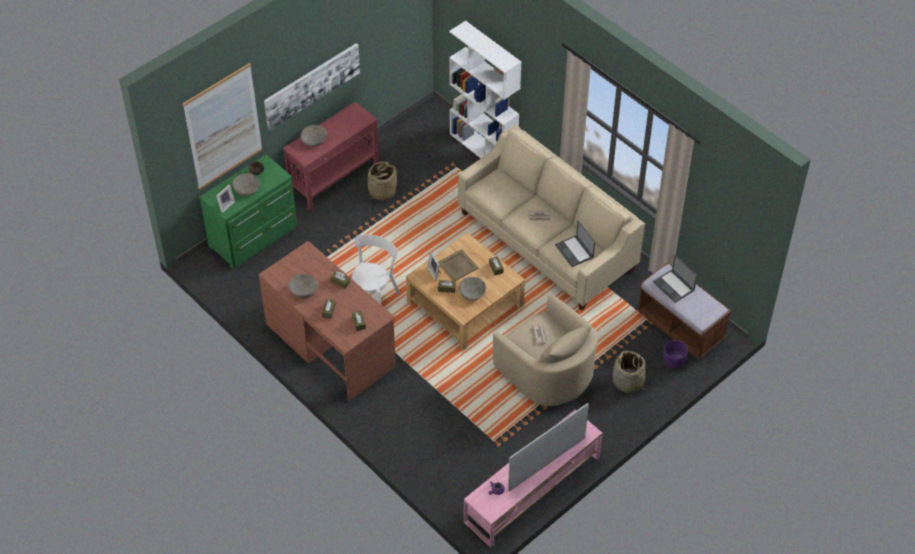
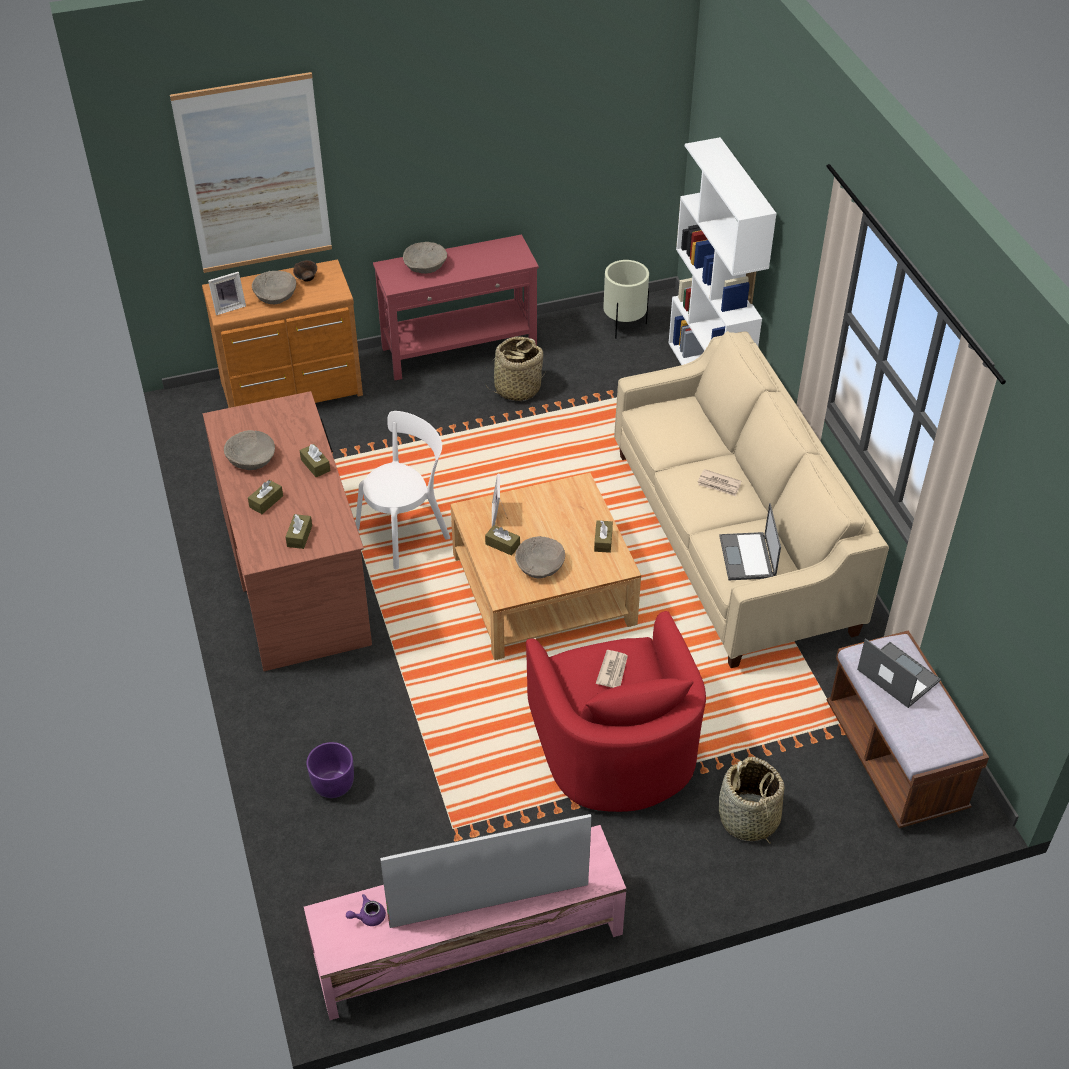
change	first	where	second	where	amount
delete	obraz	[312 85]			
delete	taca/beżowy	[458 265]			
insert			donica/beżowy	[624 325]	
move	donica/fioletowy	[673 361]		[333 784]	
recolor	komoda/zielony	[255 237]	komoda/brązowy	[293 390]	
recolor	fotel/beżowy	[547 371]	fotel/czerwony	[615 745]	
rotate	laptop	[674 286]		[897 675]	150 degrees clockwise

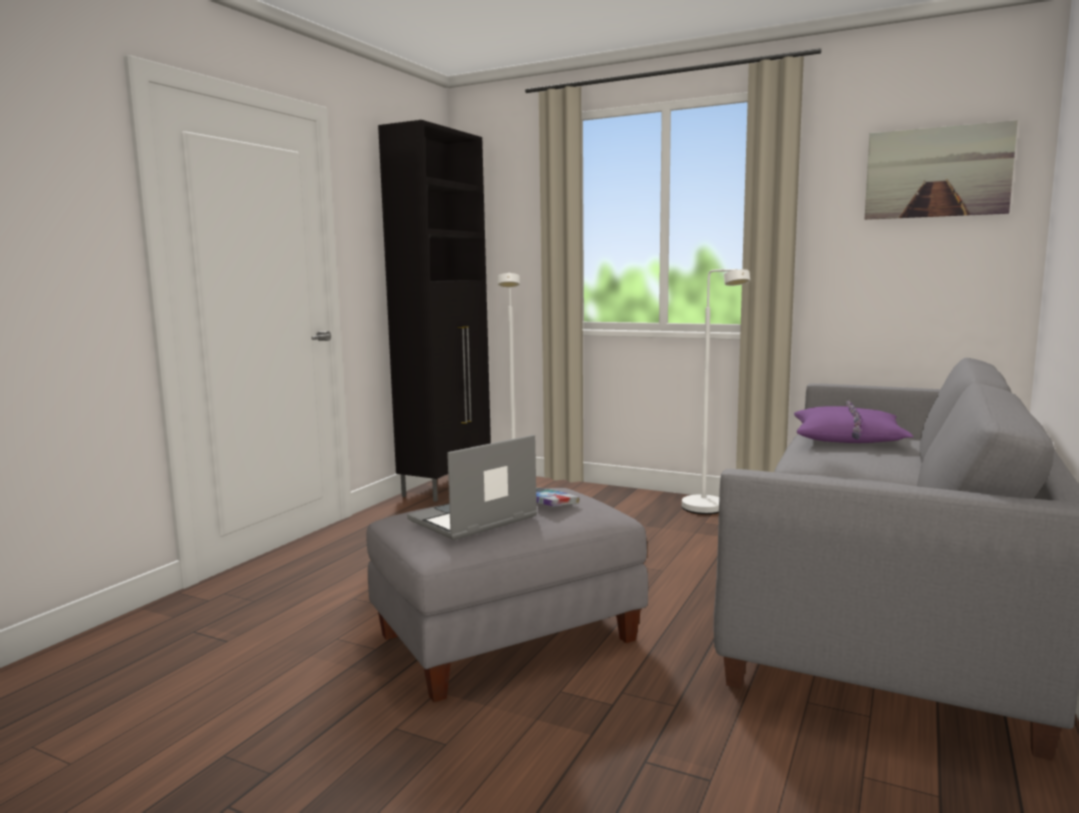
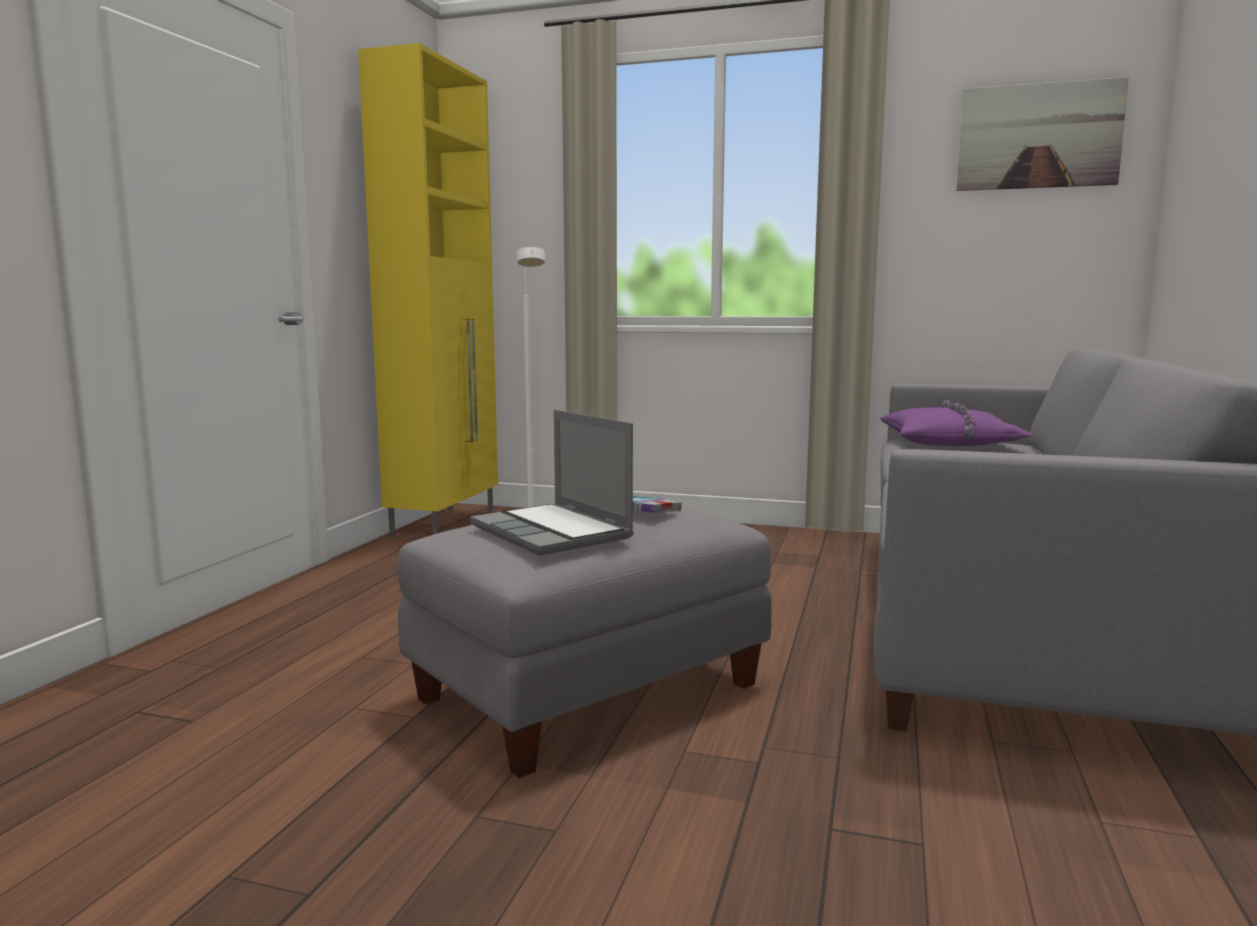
change	first	where	second	where	amount
delete	lampa stojąca/biały	[710 511]			
recolor	szafka/czarny	[447 485]	szafka/żółty	[446 523]	
rotate	laptop	[472 520]		[553 532]	75 degrees counterclockwise

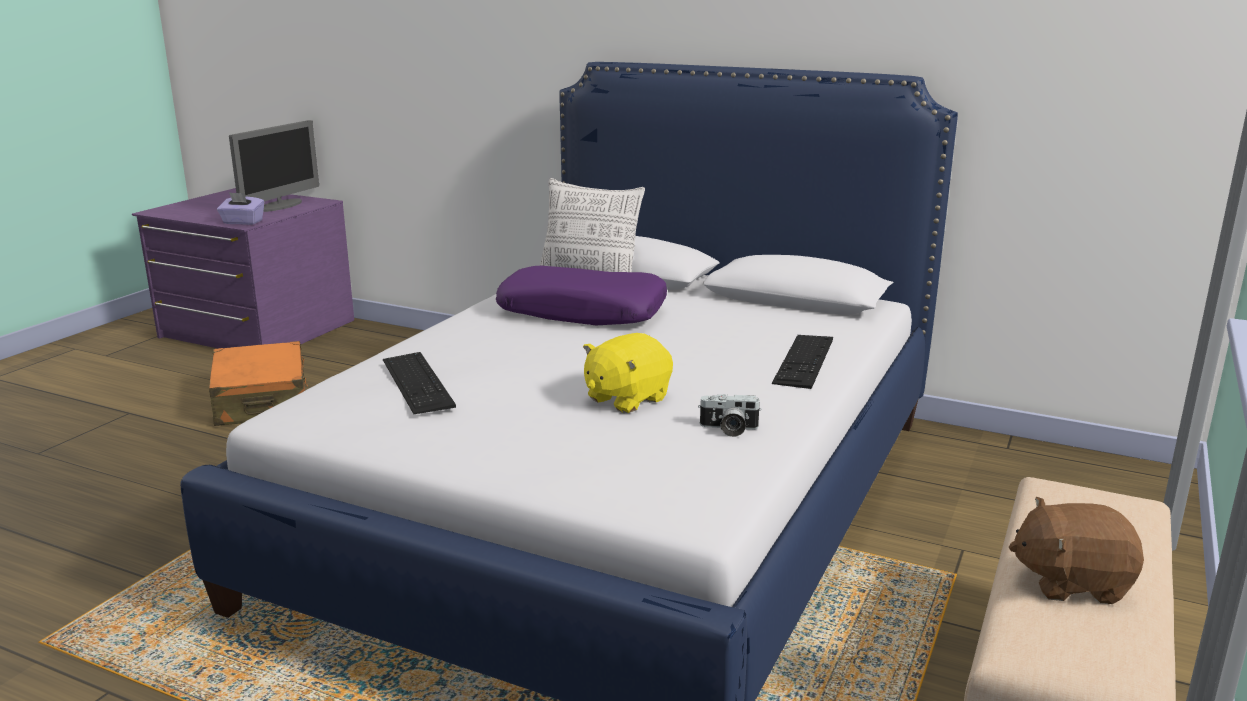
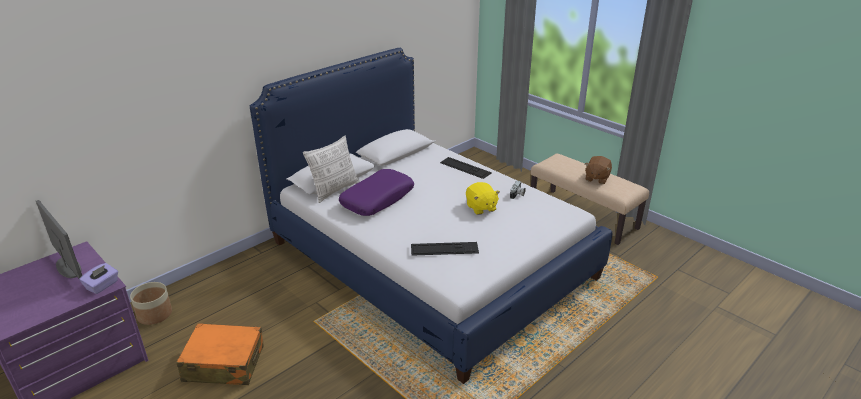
change	first	where	second	where	amount
insert			donica	[154 314]	

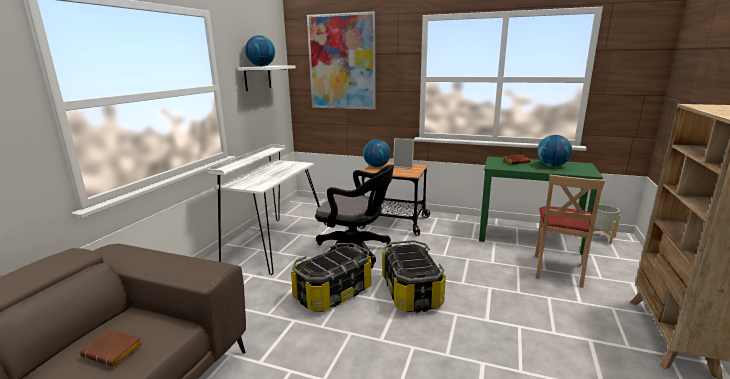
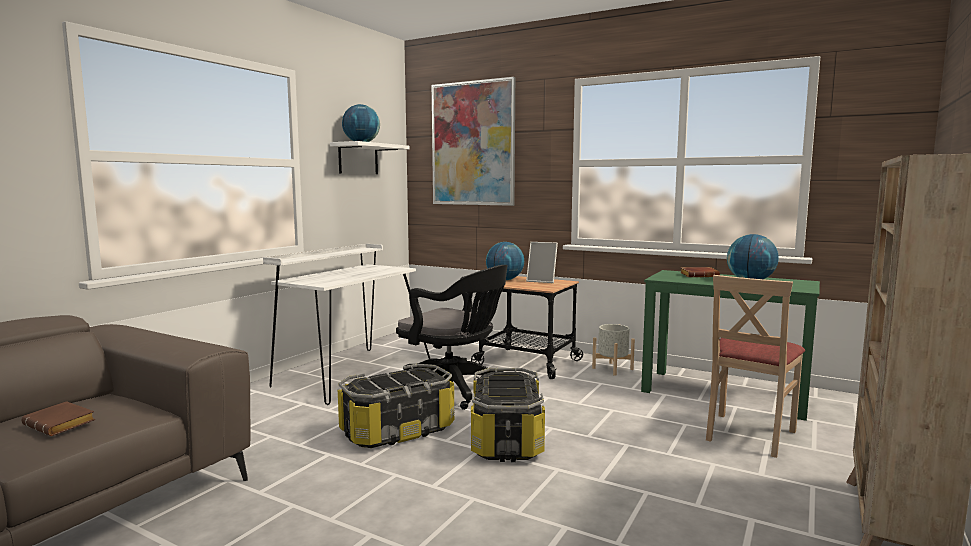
change	first	where	second	where	amount
move	donica/szary	[601 237]		[613 369]	

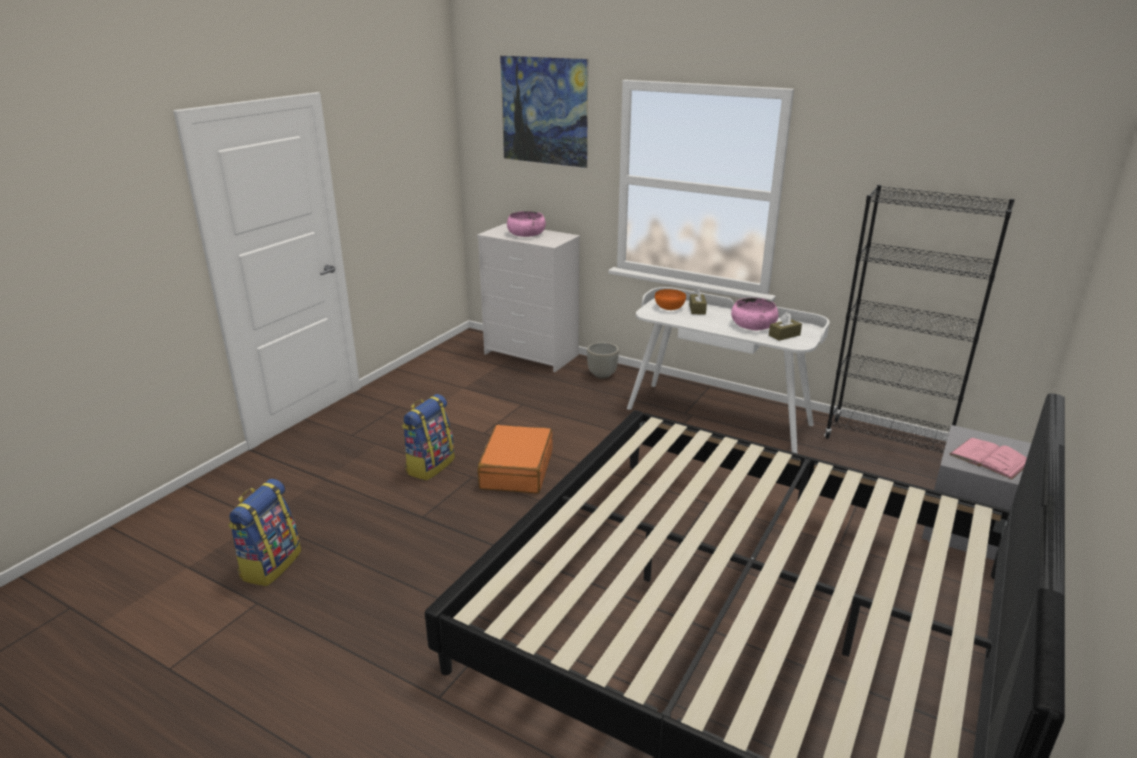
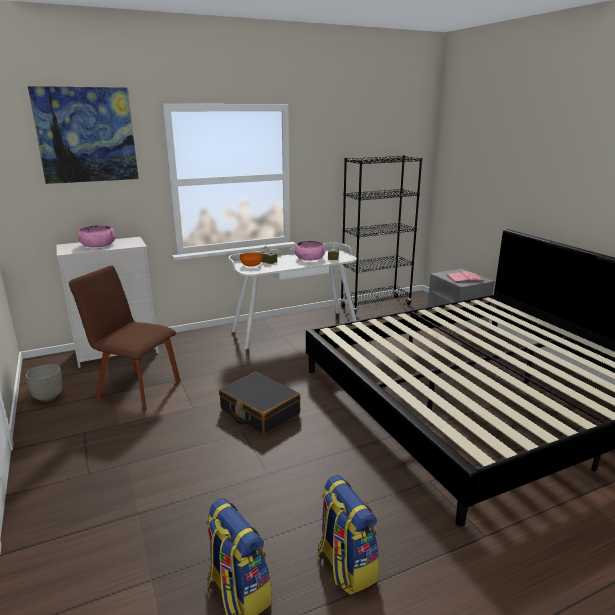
change	first	where	second	where	amount
insert			krzesło/brązowy	[135 389]	
move	plecak	[430 465]		[345 566]	
move	donica/szary	[602 375]		[48 397]	
recolor	walizka/pomarańczowy	[516 470]	walizka/czarny	[259 412]	

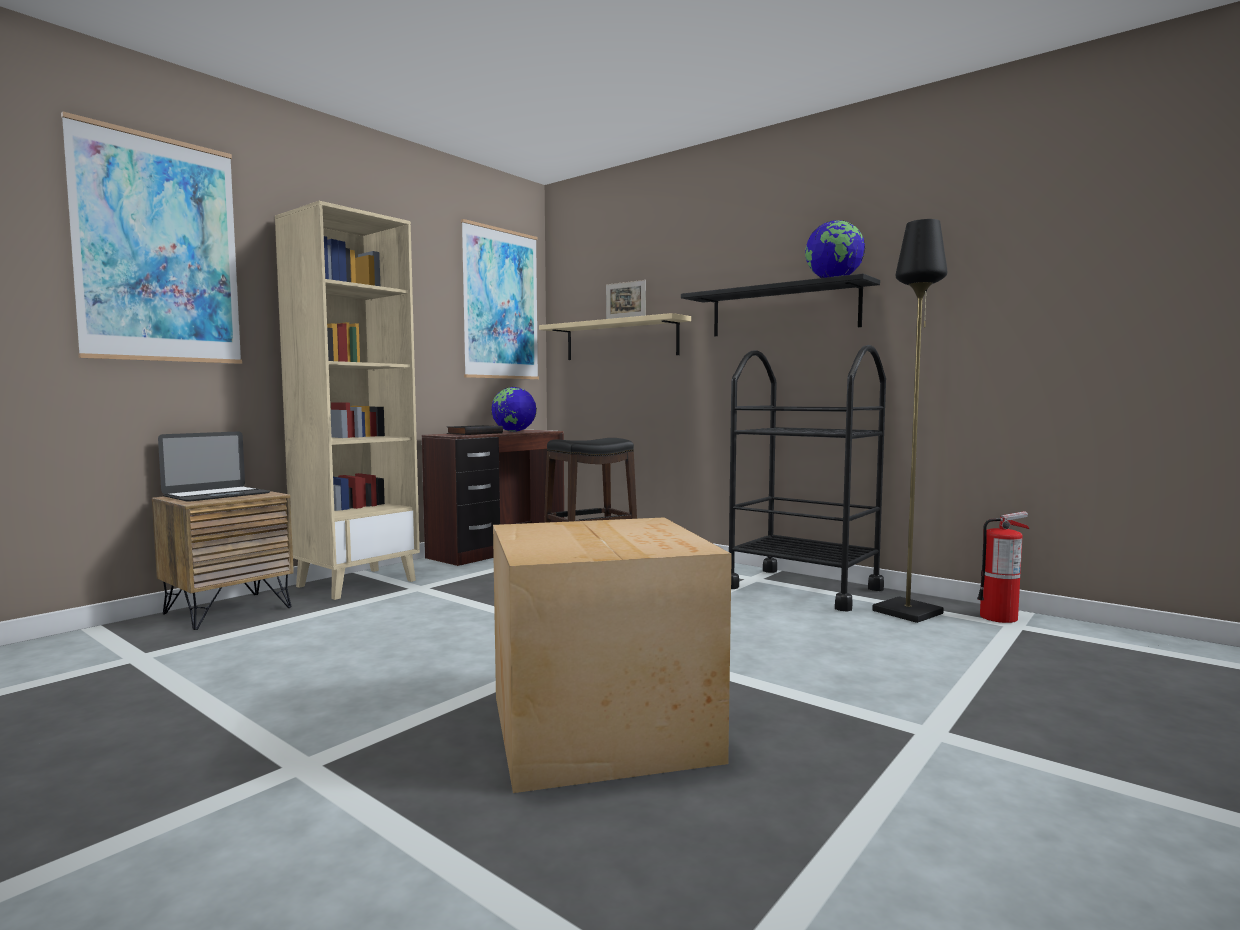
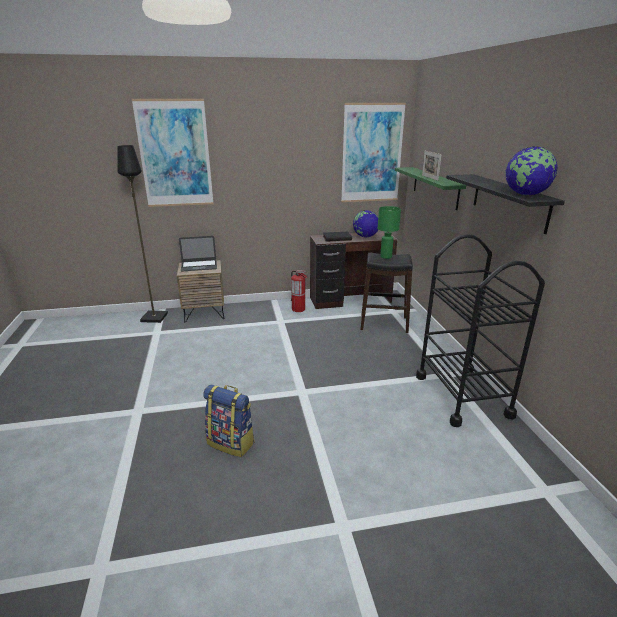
change	first	where	second	where	amount
delete	regał/beżowy	[357 583]			
insert			lampa stołowa/zielony	[385 257]	
move	lampa stojąca/czarny	[909 612]		[154 317]	
move	gaśnica	[999 617]		[298 309]	
replace	karton	[603 726]	plecak	[231 442]	
recolor	półka/beżowy	[620 340]	półka/zielony	[435 187]	

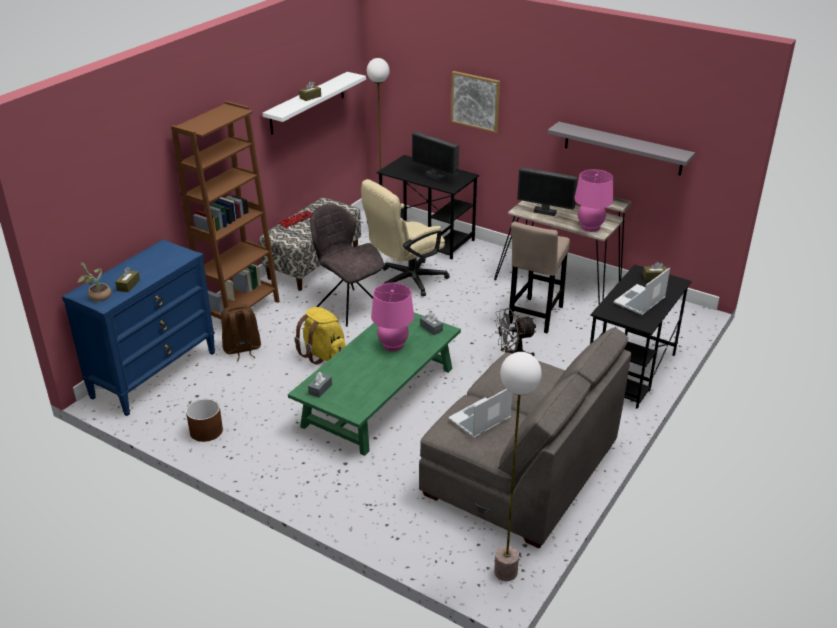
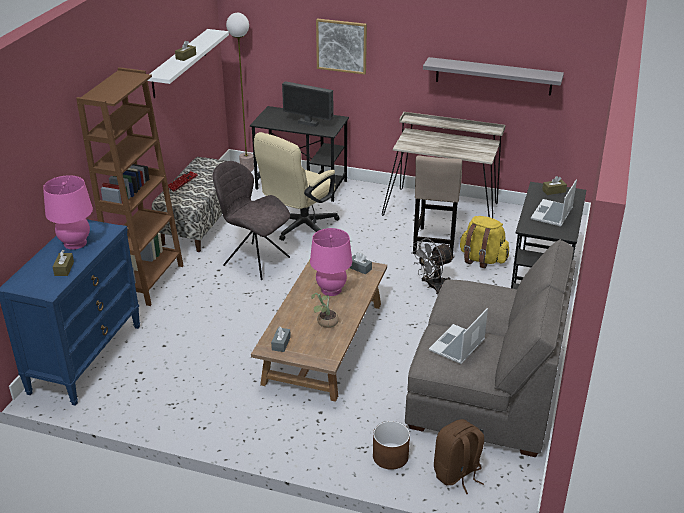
change	first	where	second	where	amount
delete	lampa stojąca	[506 572]			
delete	monitor	[545 212]			
move	roślina doniczkowa	[97 297]		[325 323]	
move	donica/brązowy	[206 431]		[390 456]	
move	plecak/brązowy	[242 349]		[457 474]	
move	plecak/żółty	[323 354]		[482 259]	
move	lampa stołowa/różowy	[590 227]		[75 243]	
recolor	ława/zielony	[380 397]	ława/brązowy	[325 343]	

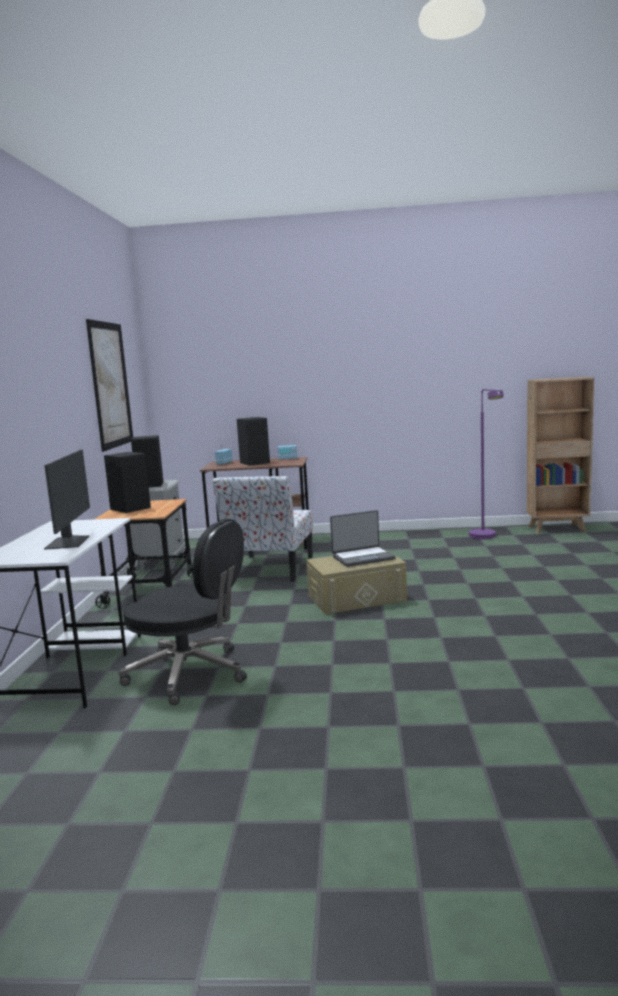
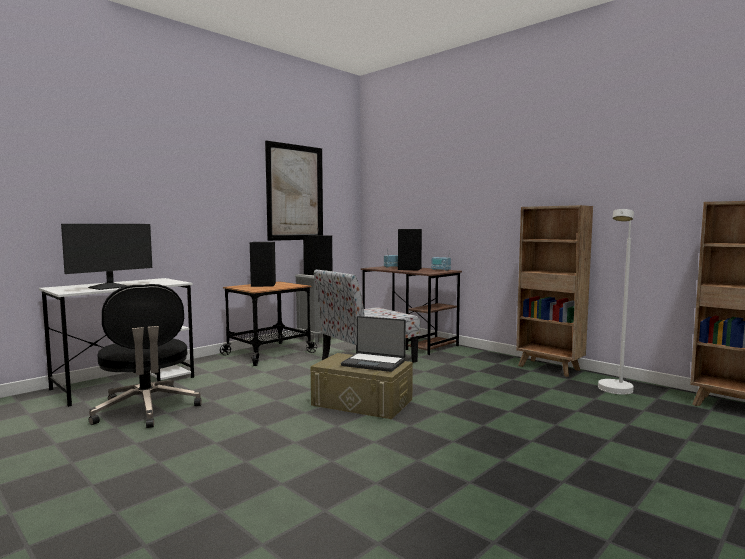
change	first	where	second	where	amount
insert			regał/brązowy	[550 368]	
recolor	lampa stojąca/fioletowy	[485 537]	lampa stojąca/biały	[615 392]	

